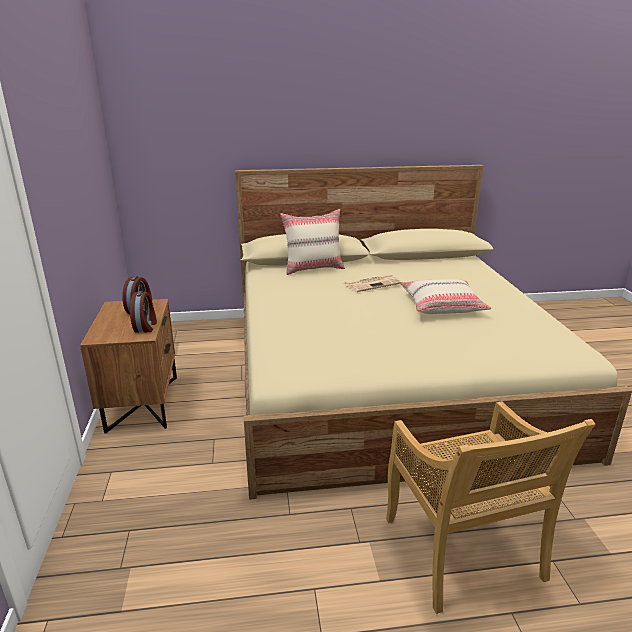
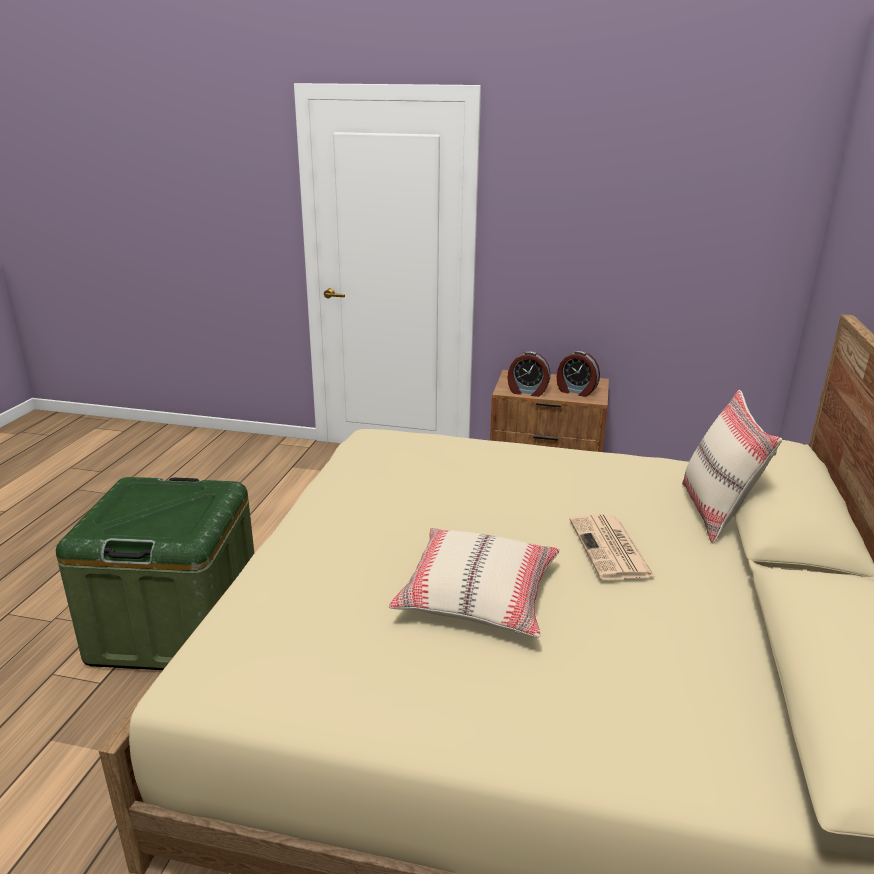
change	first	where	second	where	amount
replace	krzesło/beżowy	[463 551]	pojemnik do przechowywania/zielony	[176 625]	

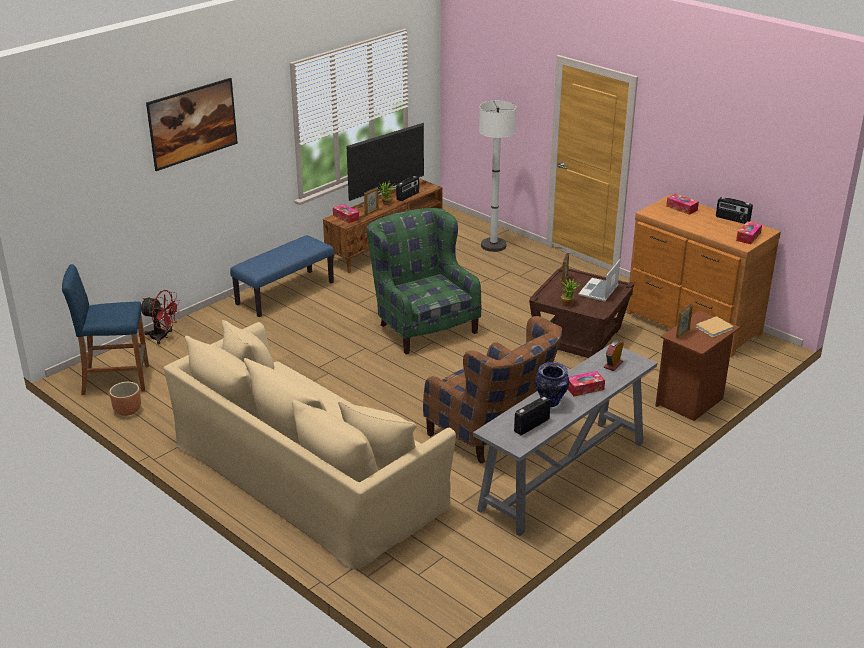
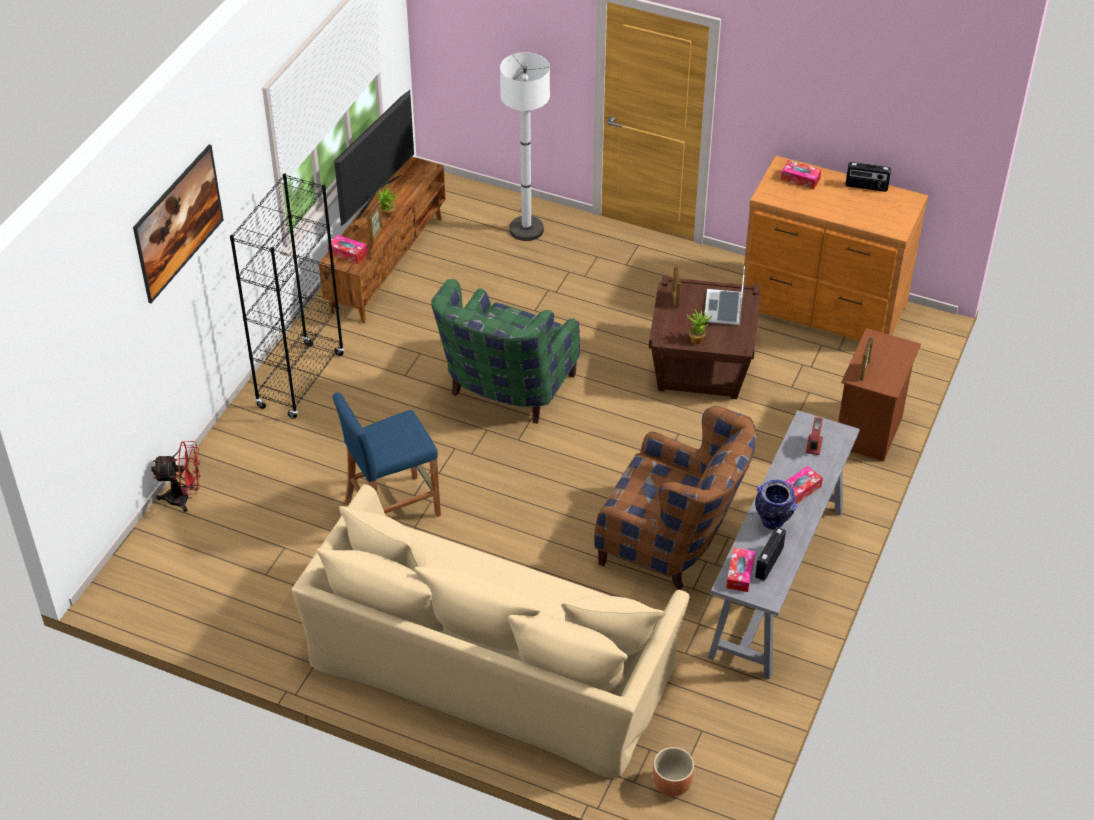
change	first	where	second	where	amount
delete	radio	[408 196]			
delete	książka/beżowy	[715 328]			
move	stołek/niebieski	[116 380]		[392 508]	
move	donica/brązowy	[127 410]		[671 784]	
move	pudełko chusteczek	[748 237]		[740 574]	
replace	ławka/niebieski	[285 293]	regał/czarny	[301 381]	
rotate	fotel/zielony	[422 325]		[505 391]	105 degrees counterclockwise

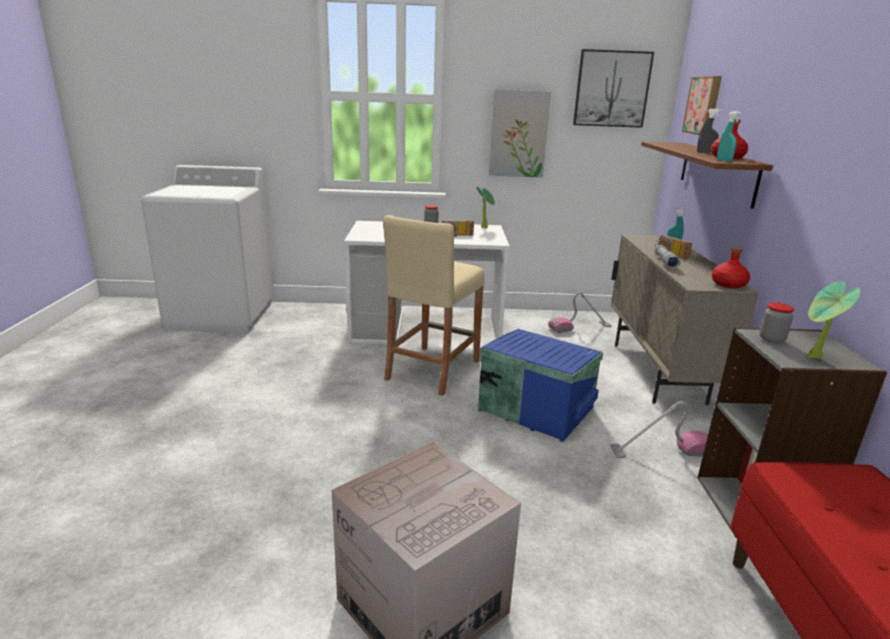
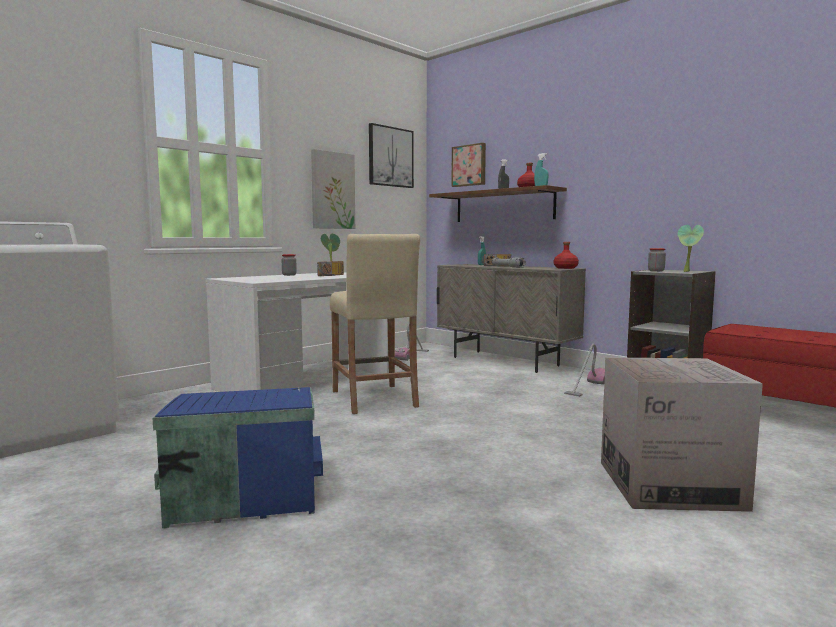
change	first	where	second	where	amount
move	pojemnik do przechowywania/niebieski	[535 408]		[244 493]	

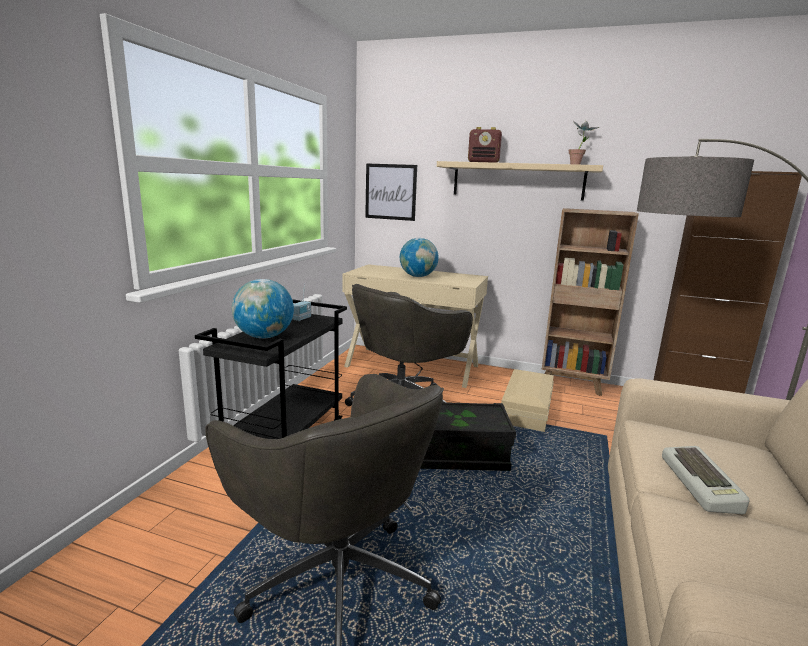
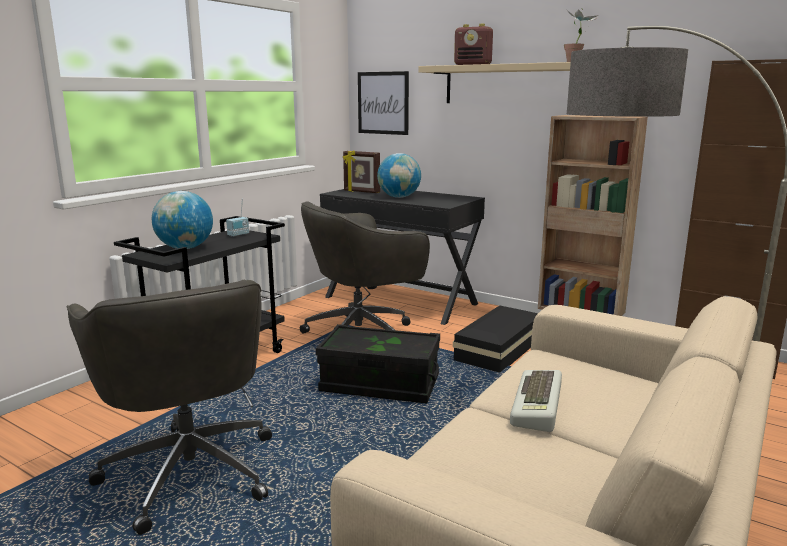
change	first	where	second	where	amount
insert			ramka na zdjęcie	[361 192]	
recolor	biurko/beżowy	[412 366]	biurko/czarny	[401 300]	
recolor	pojemnik do przechowywania/beżowy	[528 408]	pojemnik do przechowywania/czarny	[500 349]	

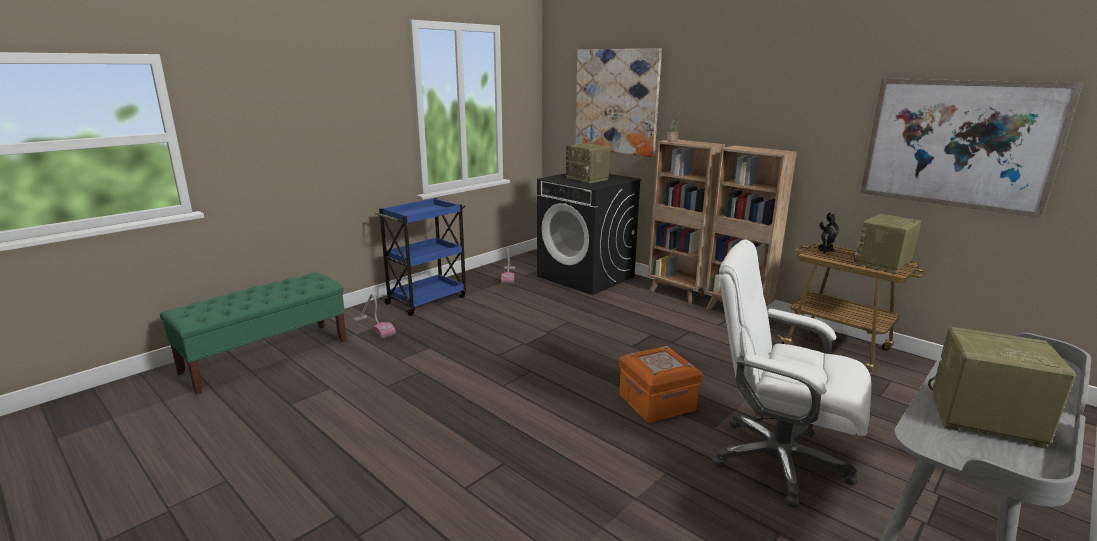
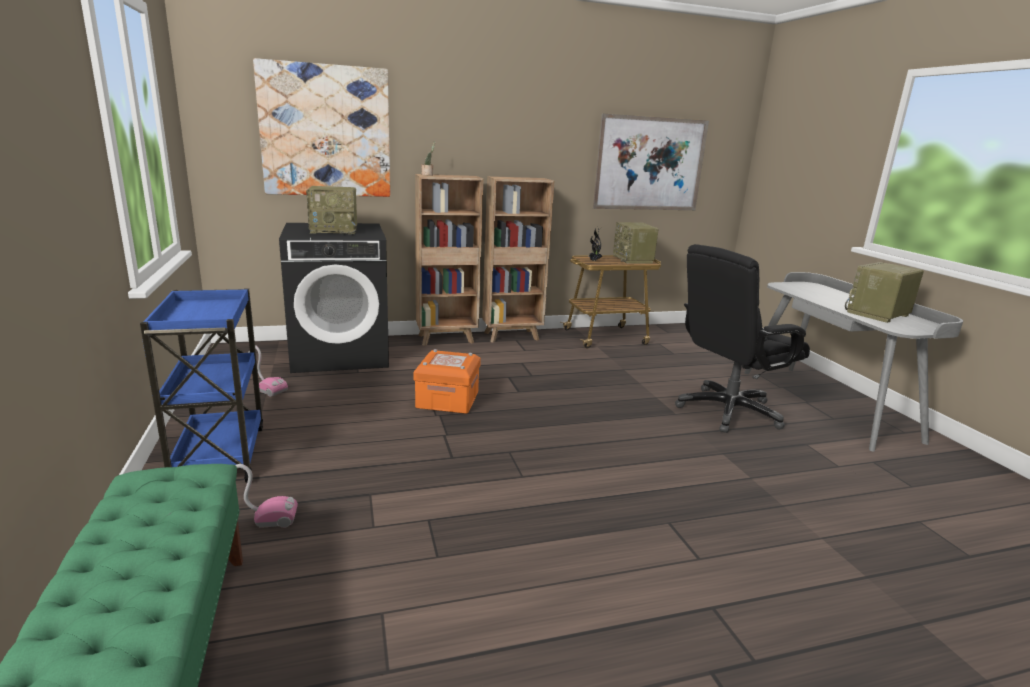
change	first	where	second	where	amount
move	pojemnik do przechowywania/pomarańczowy	[656 402]		[447 400]	
recolor	krzesło biurowe/biały	[777 460]	krzesło biurowe/czarny	[728 411]	

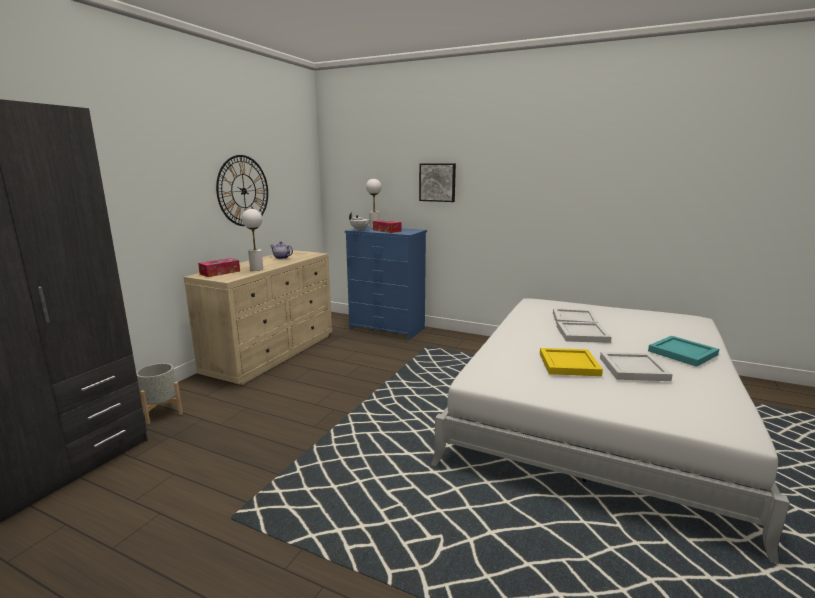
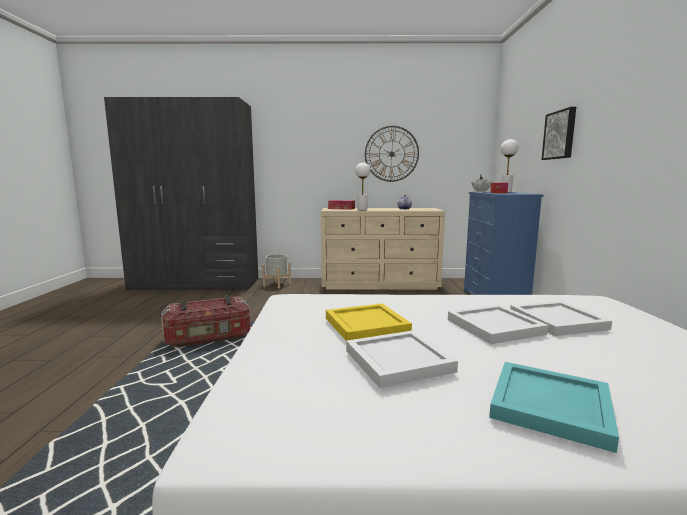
change	first	where	second	where	amount
insert			pojemnik do przechowywania	[208 338]	

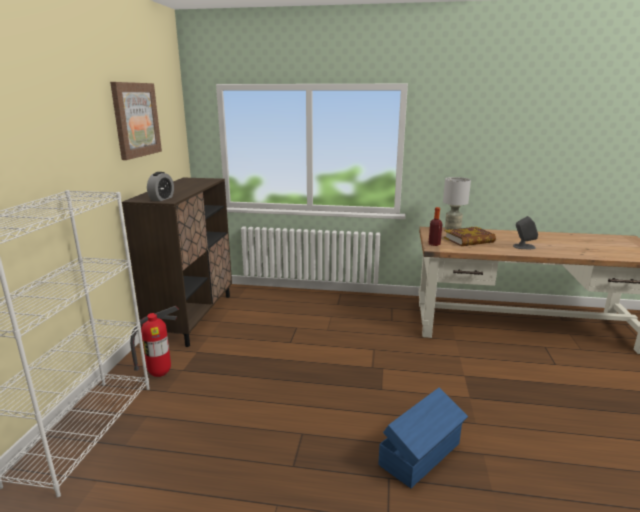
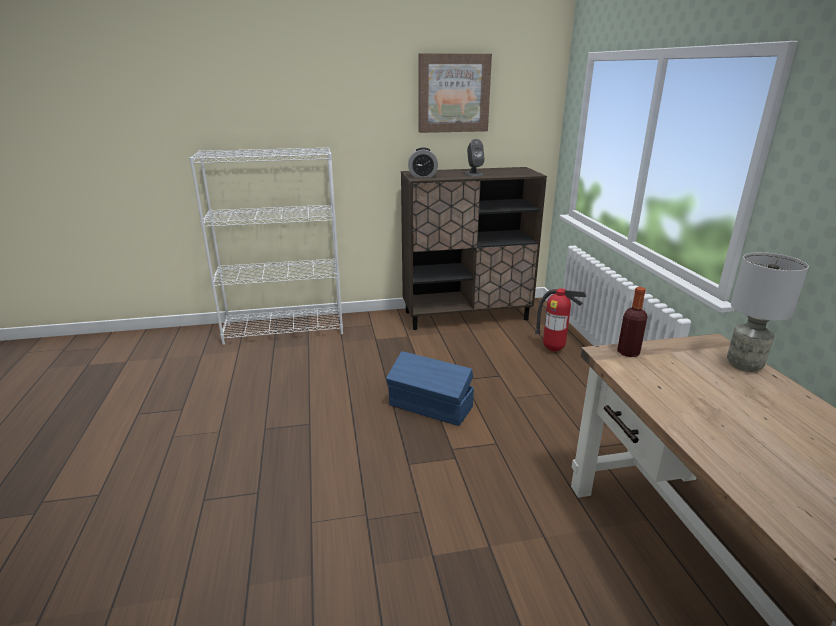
change	first	where	second	where	amount
delete	książka	[469 240]			
move	gaśnica	[160 374]		[553 349]	
move	pojemnik do przechowywania/niebieski	[421 454]		[430 407]	
move	głośnik/szary	[523 247]		[474 174]	

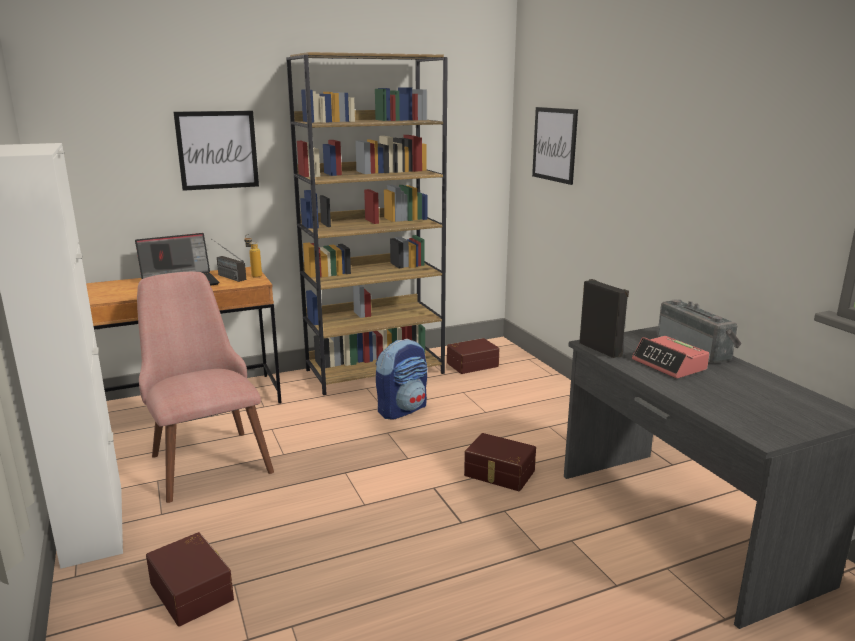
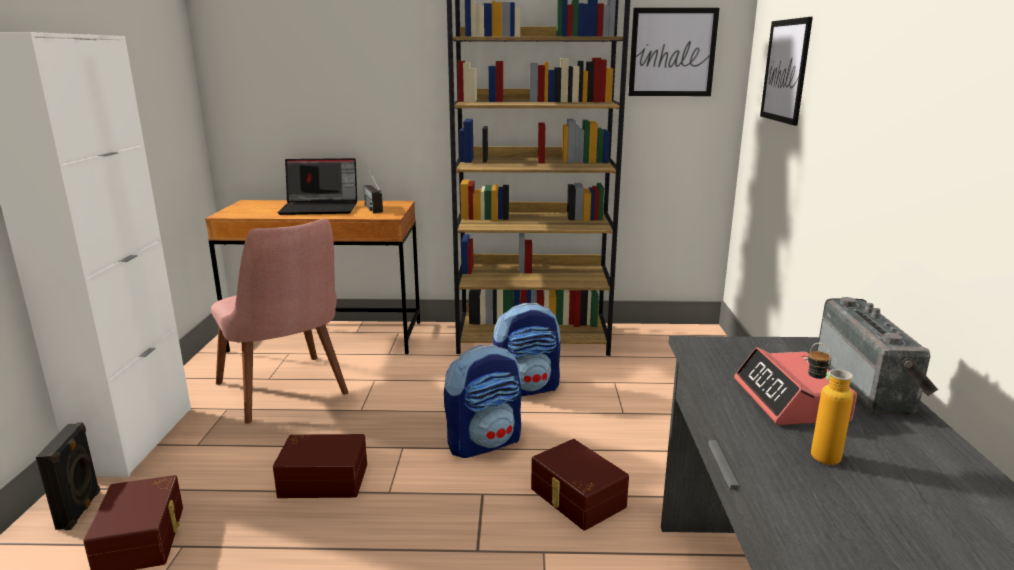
change	first	where	second	where	amount
insert			plecak	[484 442]	
move	obraz	[217 150]		[672 52]	
move	butelka	[254 275]		[815 451]	
move	pojemnik do przechowywania/brązowy	[472 364]		[324 479]	
move	głośnik/czarny	[601 349]		[80 510]	
rotate	krzesło/różowy	[205 456]		[289 394]	150 degrees clockwise

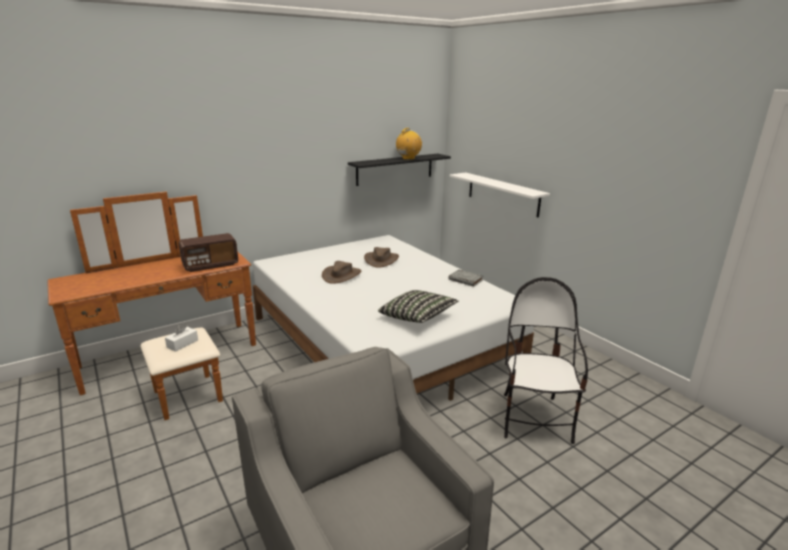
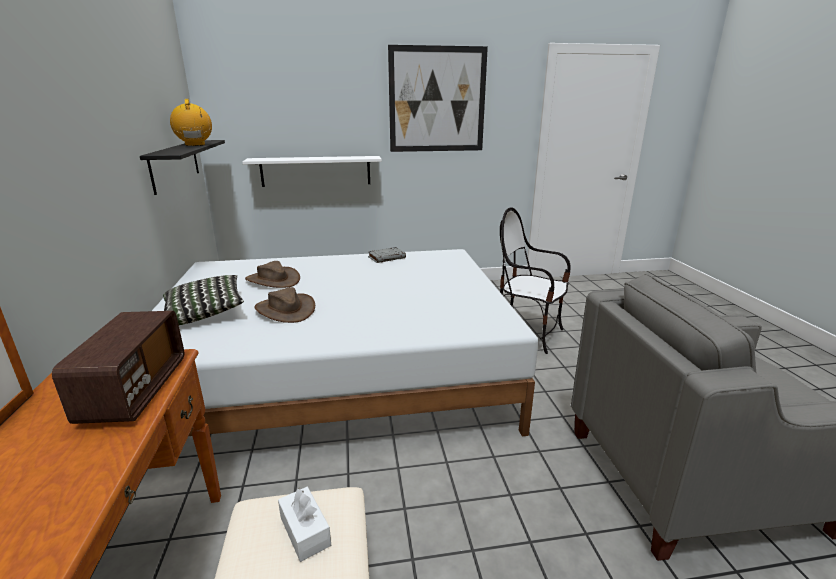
change	first	where	second	where	amount
insert			obraz	[437 100]	
move	poduszka	[417 317]		[205 313]	

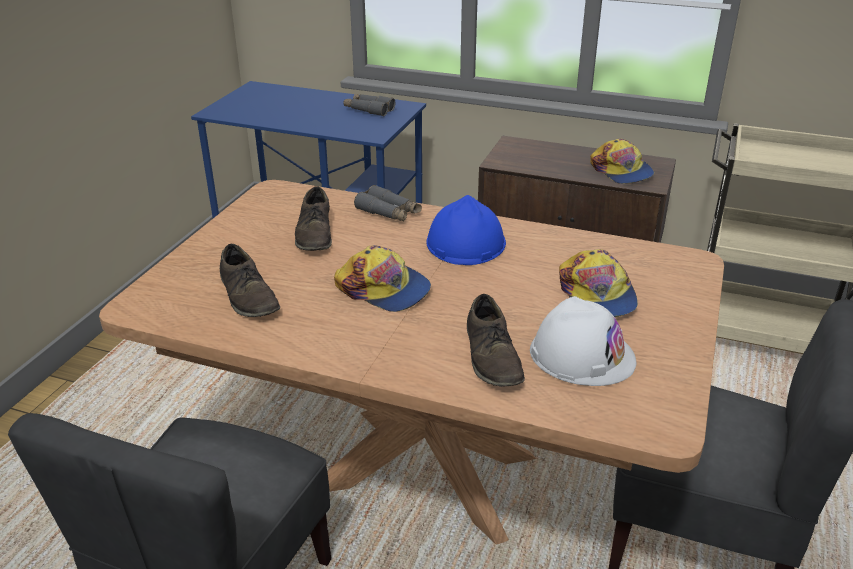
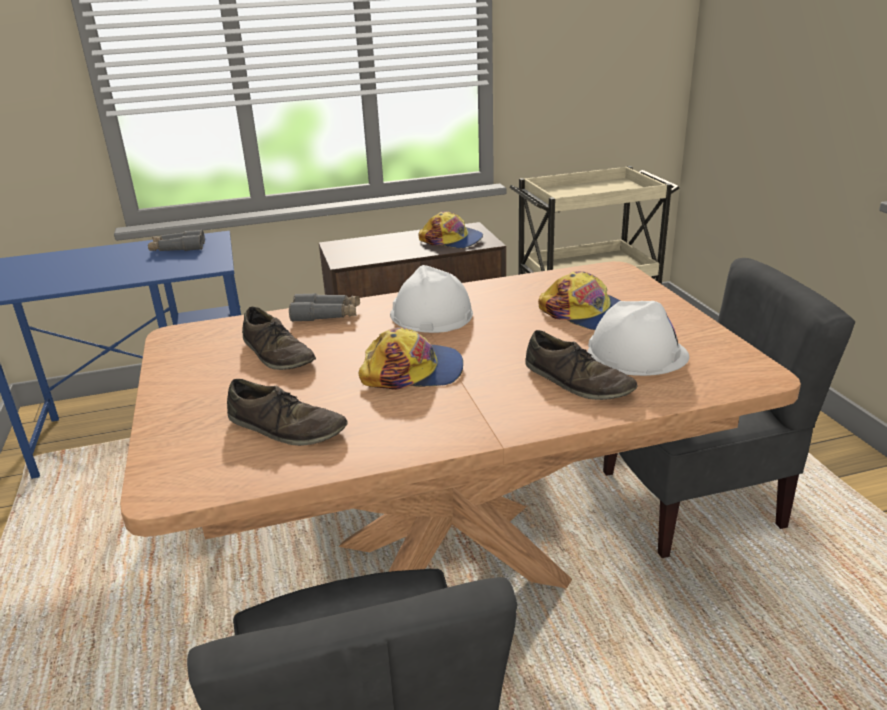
change	first	where	second	where	amount
recolor	kask/niebieski	[465 243]	kask/biały	[431 314]	

